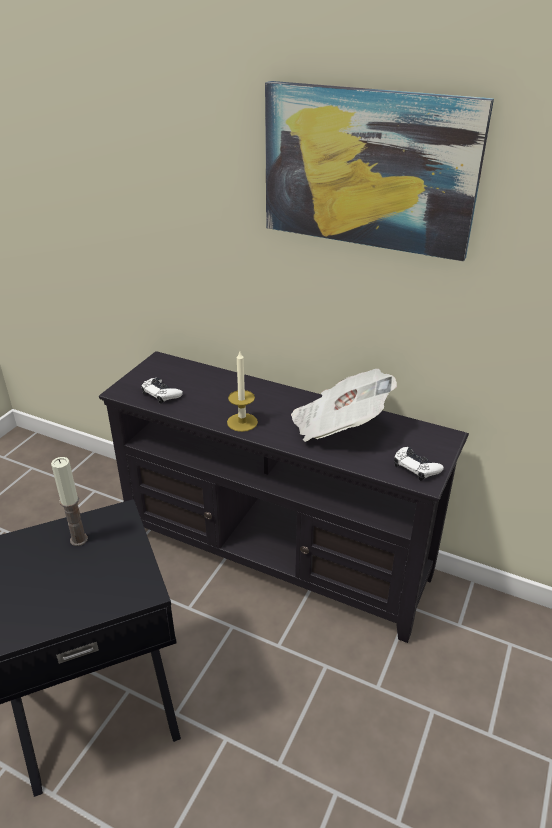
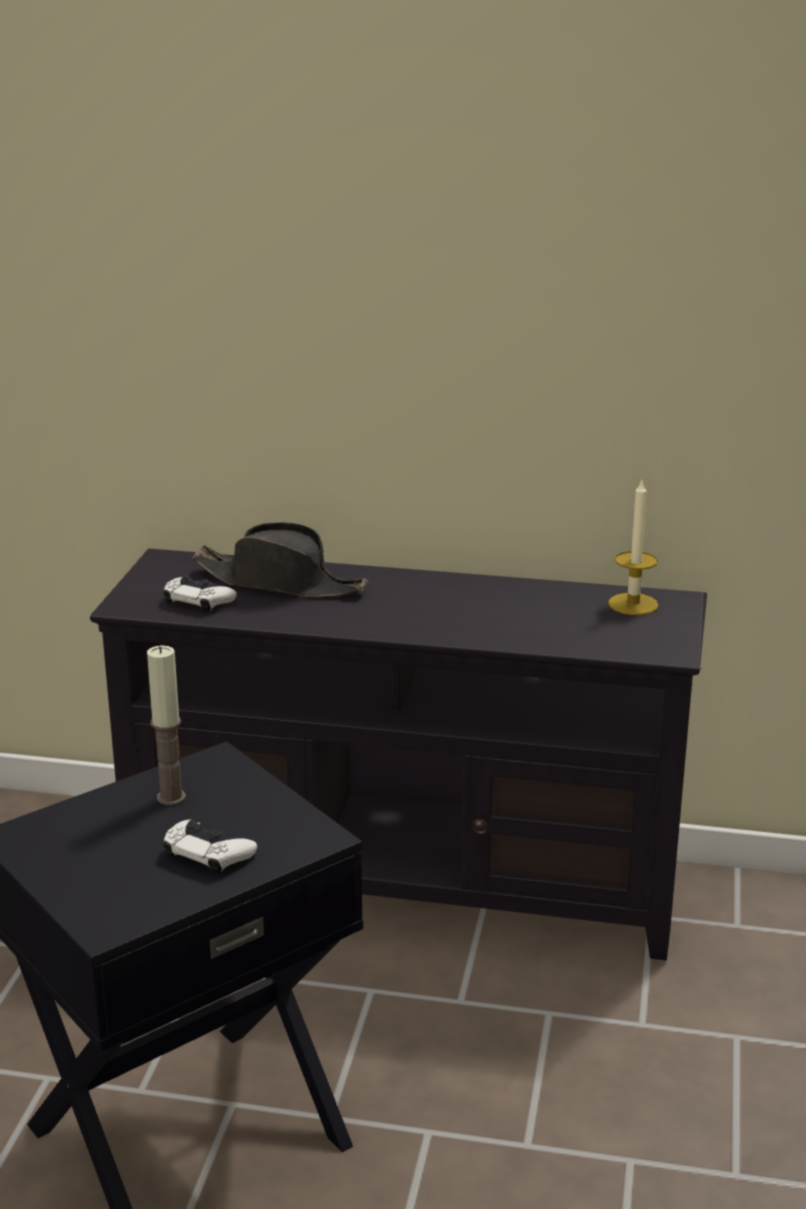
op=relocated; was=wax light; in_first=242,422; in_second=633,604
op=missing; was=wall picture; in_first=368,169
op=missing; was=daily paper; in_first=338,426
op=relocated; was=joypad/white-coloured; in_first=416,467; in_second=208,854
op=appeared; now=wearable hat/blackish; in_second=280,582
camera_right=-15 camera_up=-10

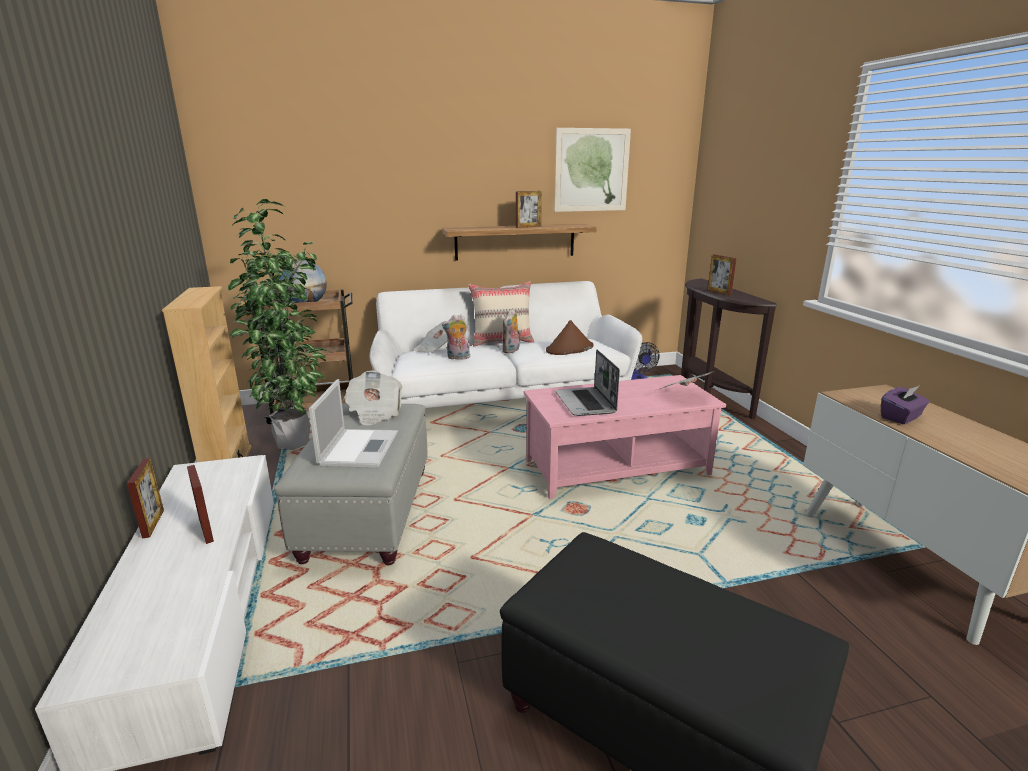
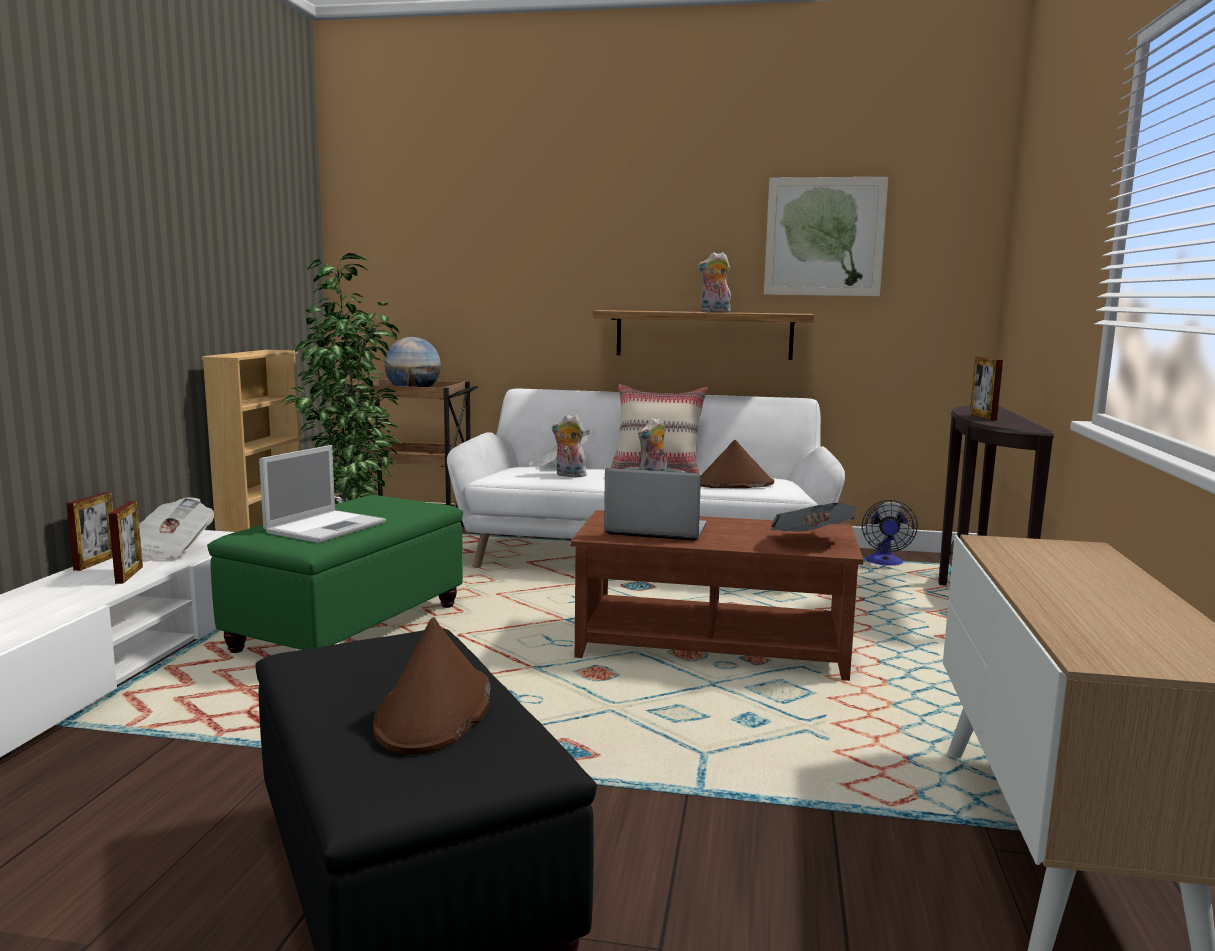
op=colour; was=pouffe/gray; now=pouffe/green-coloured; in_first=368,513; in_second=350,628
op=relocated; was=daily paper; in_first=375,412; in_second=170,551
op=exchanged; was=photo frame; now=soft toy; in_first=528,227; in_second=714,312
op=colour; was=low table/pinkish; now=low table/brown; in_first=616,467; in_second=713,646
op=spun; was=notebook computer; in_first=586,403; in_second=654,530; clockwise=90
op=missing; was=tissue holder/purple-coloured; in_first=901,417
op=appeared; now=wearable hat/brown; in_second=434,712
camera_right=25 camera_up=-10

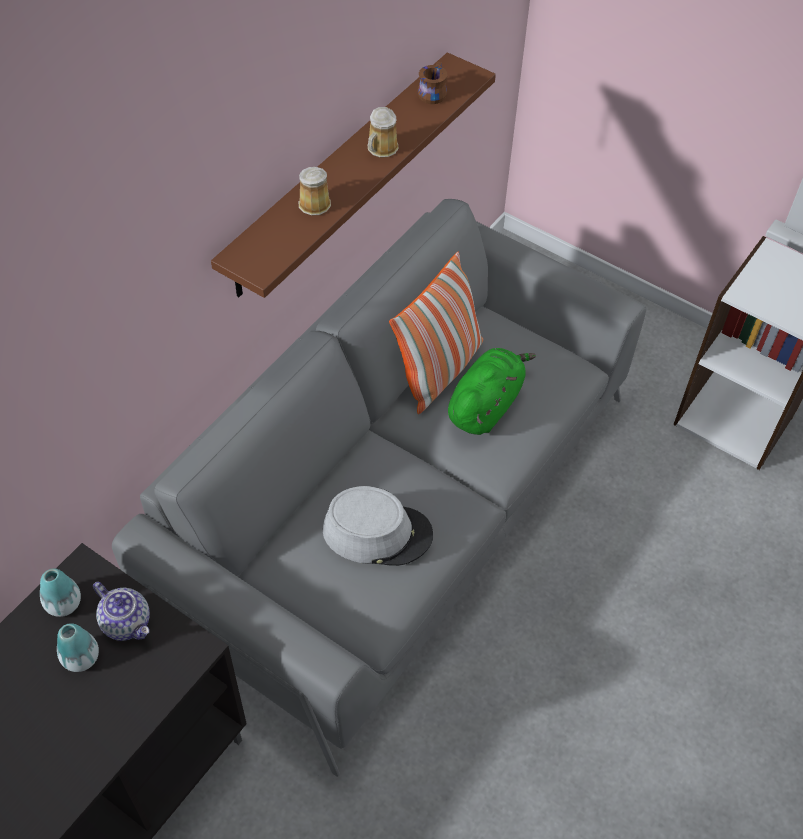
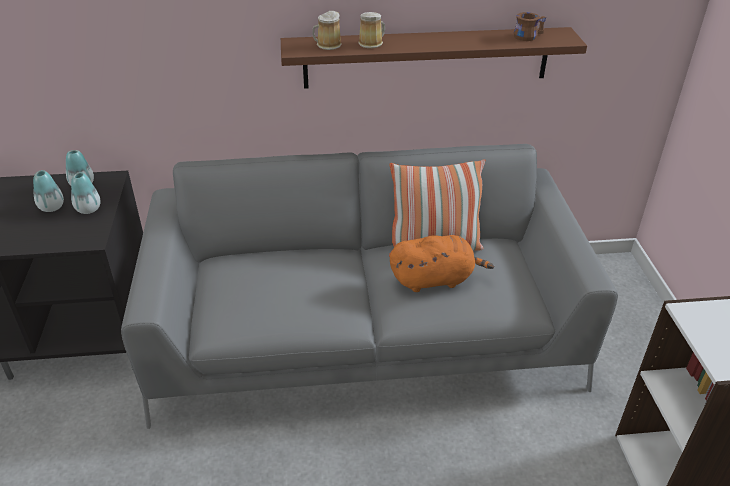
op=exchanged; was=pot for tea; now=decorative vase; in_first=127,622; in_second=88,209
op=missing; was=wearable hat/gray; in_first=377,532
op=relocated; was=tea mug; in_first=381,149; in_second=327,45
op=colour; was=soft toy/green-coloured; now=soft toy/orange-coloured; in_first=486,405; in_second=435,279
camera_right=50 camera_up=-15

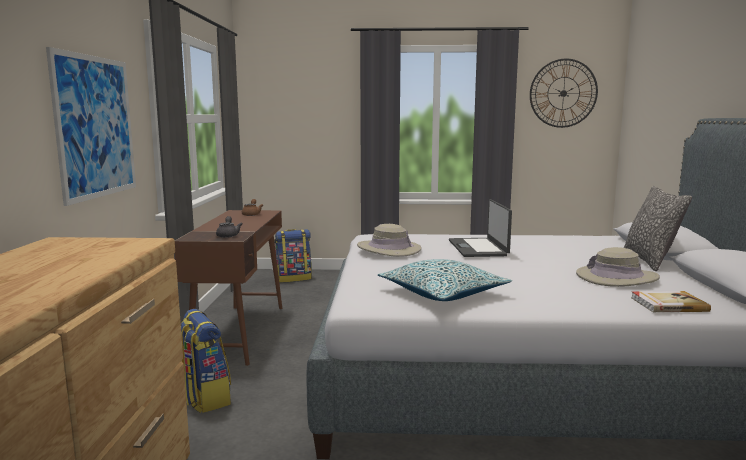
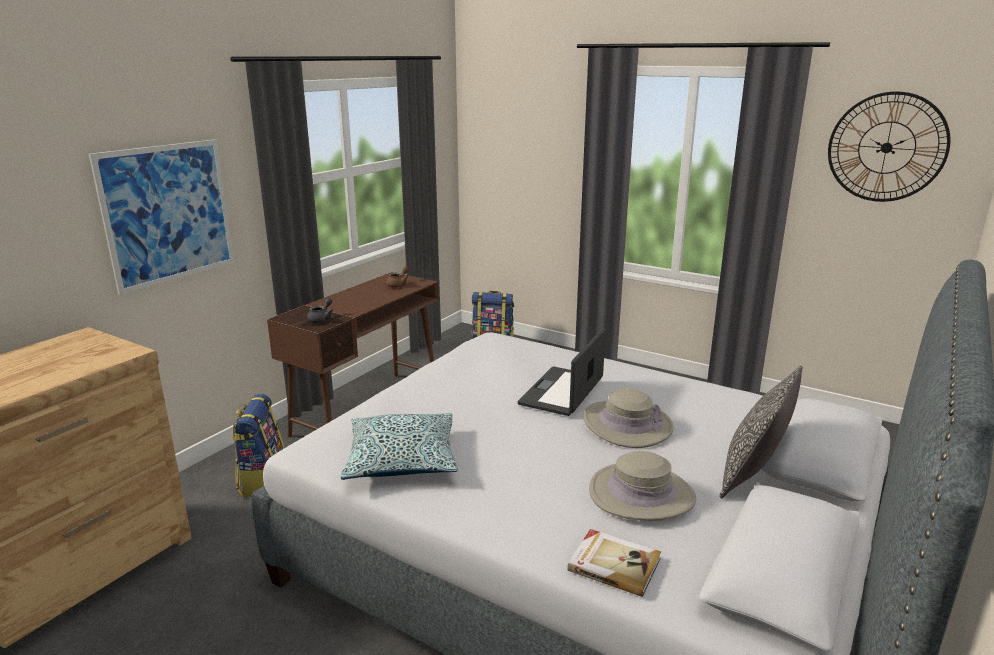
op=relocated; was=wearable hat/beige; in_first=389,249; in_second=627,424
camera_right=30 camera_up=10

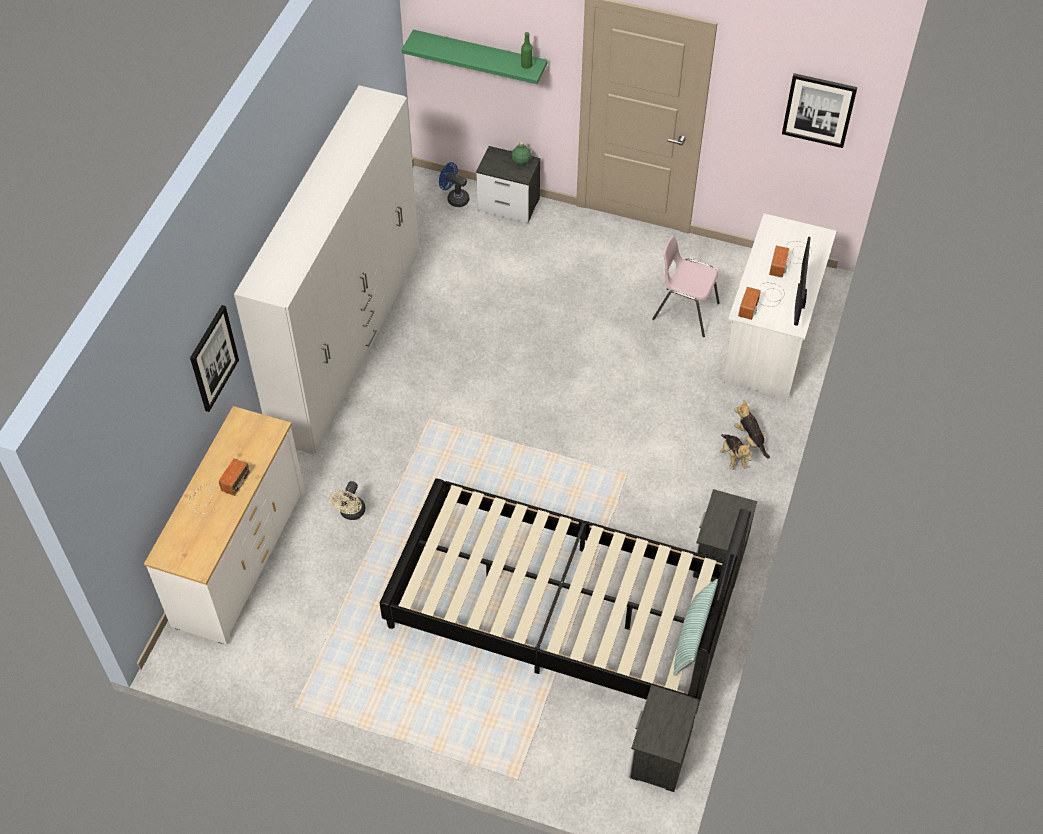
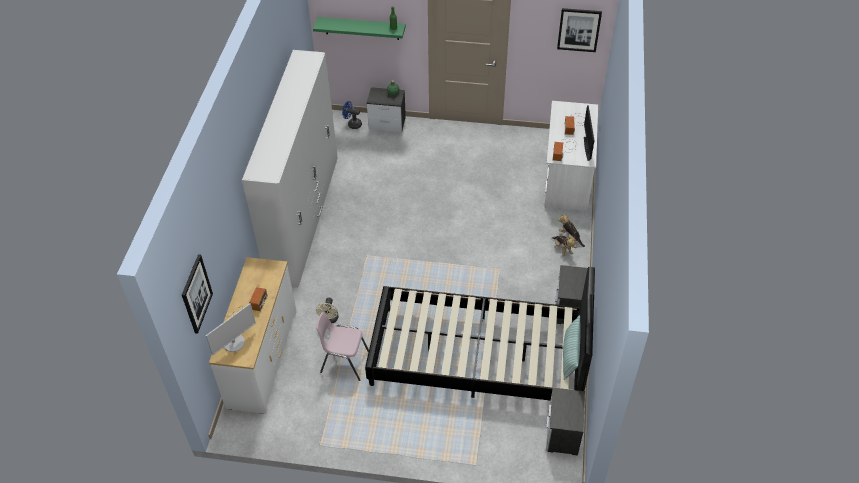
op=relocated; was=wall picture; in_first=213,358; in_second=196,294
op=relocated; was=plain chair/pinkish; in_first=685,311; in_second=344,362
op=appeared; now=computer display; in_second=234,342
camera_right=-10 camera_up=-5

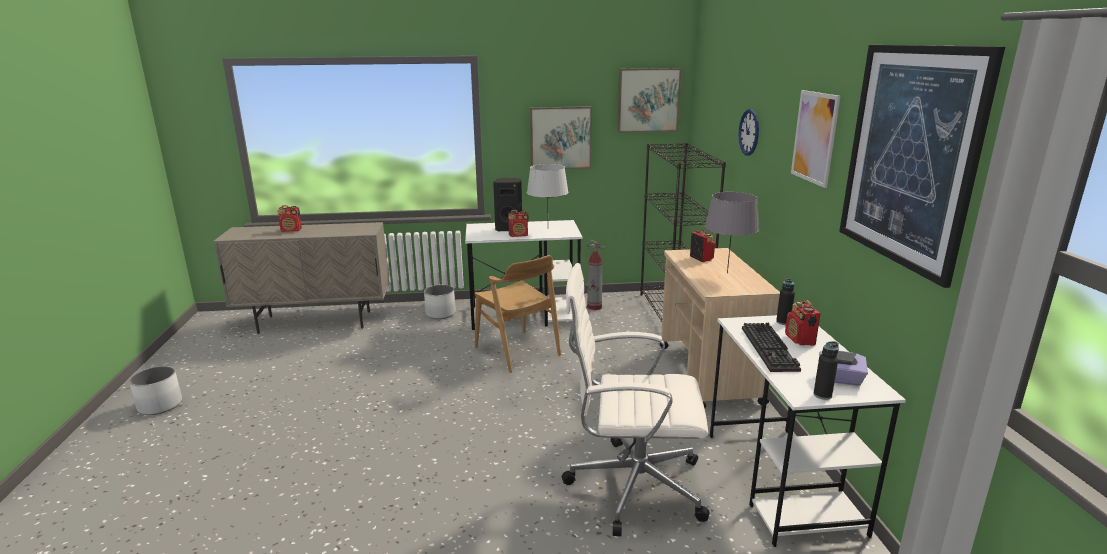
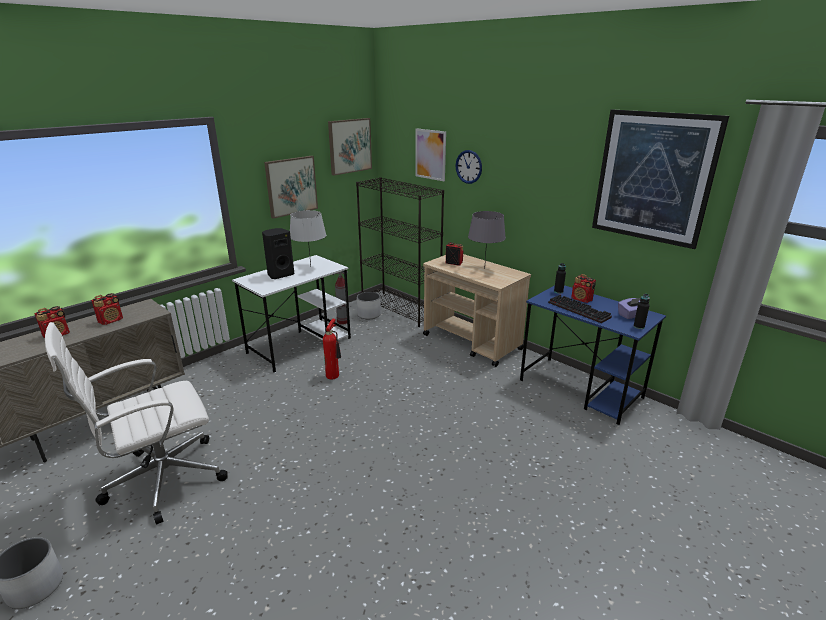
op=relocated; was=planter/white-coloured; in_first=440,314; in_second=369,315
op=exchanged; was=plain chair/brown; now=extinguisher; in_first=517,351; in_second=334,375
op=relocated; was=radio set; in_first=519,235; in_second=111,320
op=relocated; was=office chair/white-coloured; in_first=632,485; in_second=161,479
op=colour; was=desk/white-coloured; now=desk/bluish; in_first=782,482; in_second=581,389
op=relocated; was=wall picture; in_first=814,137; in_second=430,154
camera_right=-40 camera_up=5

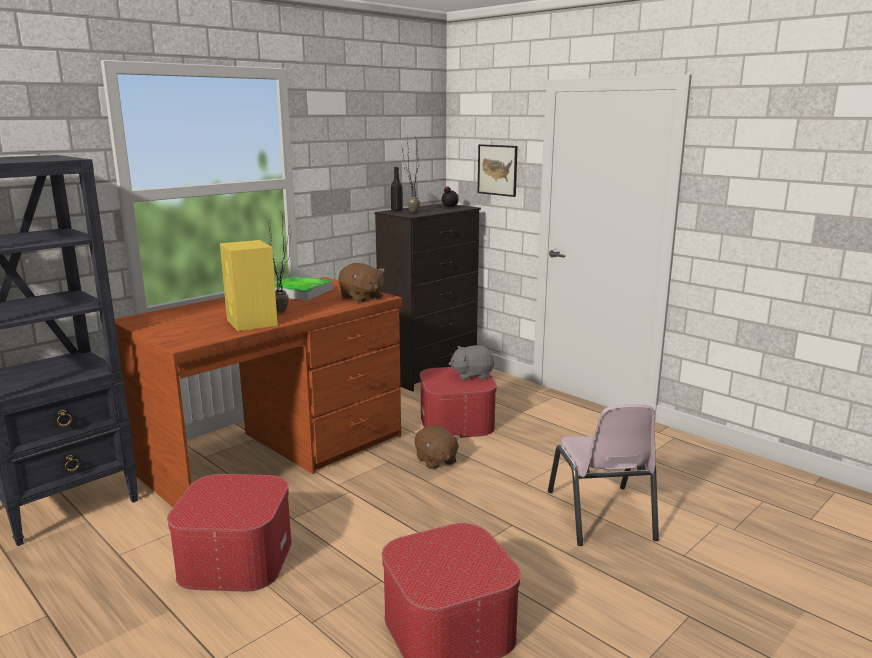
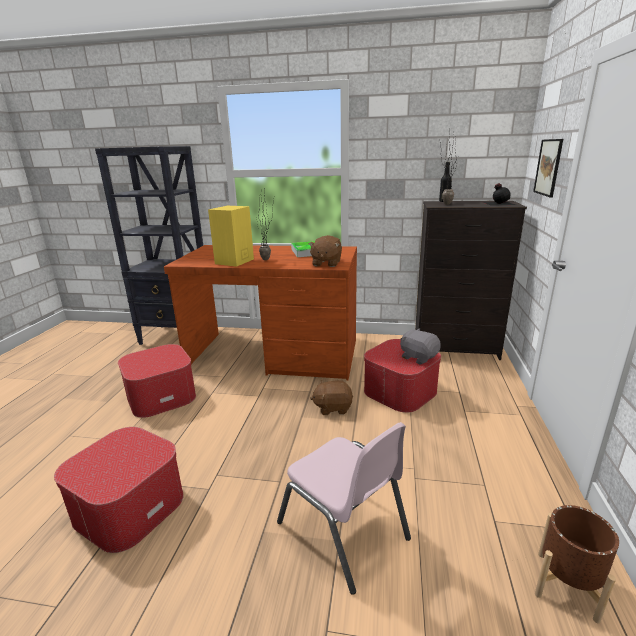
op=spun; was=soft toy/brown; in_first=435,460; in_second=333,407; clockwise=60
op=spun; was=plain chair/pinkish; in_first=600,515; in_second=343,530; clockwise=-90
op=appeared; now=planter/brown; in_second=566,584
camera_right=55 camera_up=5

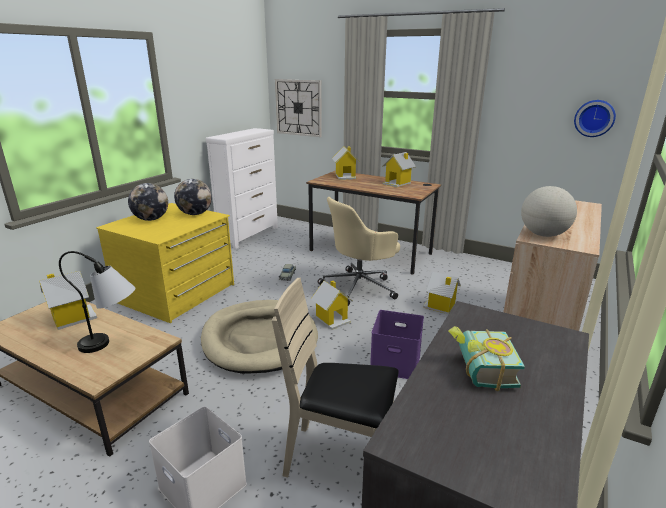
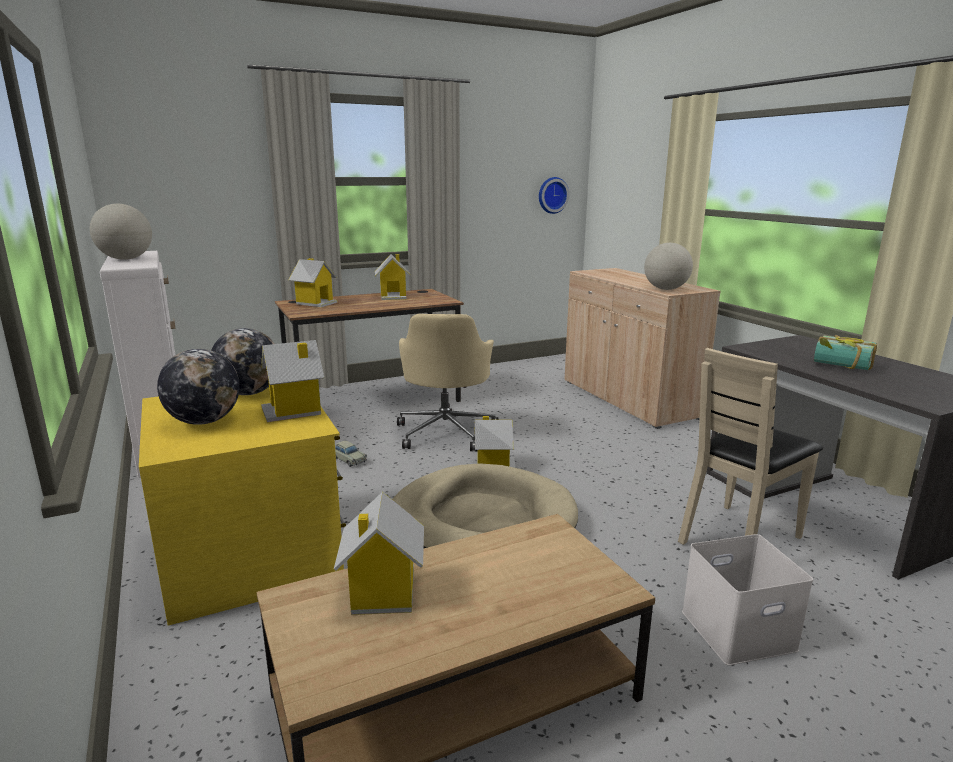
op=missing; was=table lamp; in_first=113,345
op=missing; was=wall clock; in_first=298,107
op=missing; was=storage box/purple-coloured; in_first=396,362
op=relocated; was=miniature house; in_first=440,306; in_second=294,411
op=appeared; now=desk globe; in_second=126,259
camera_right=-55 camera_up=-5

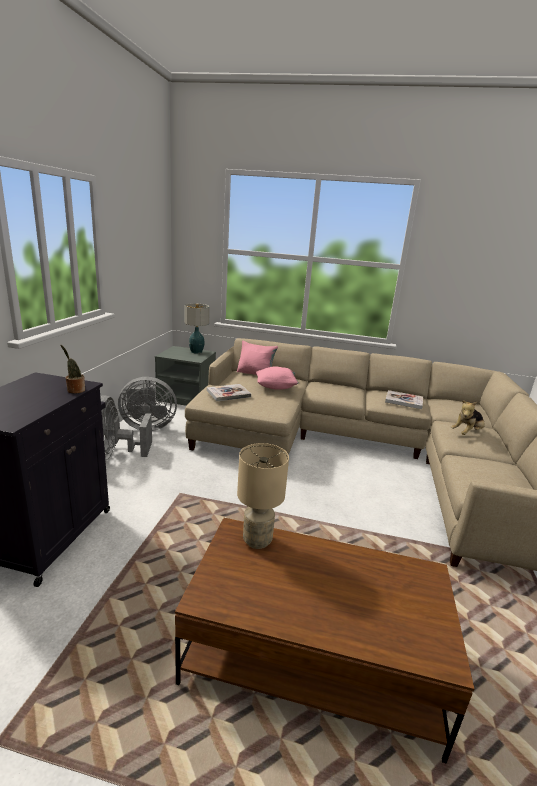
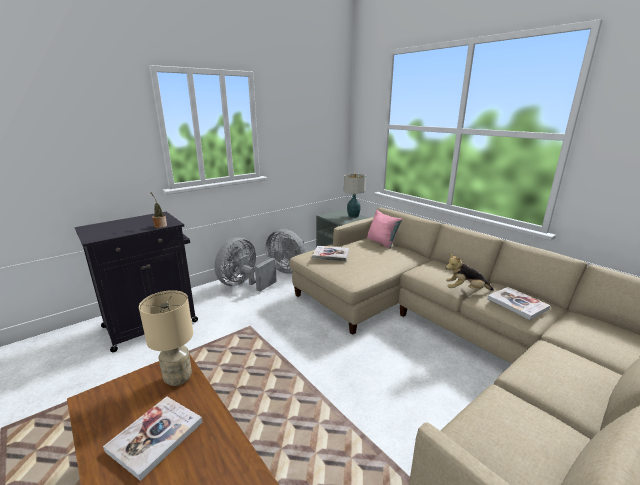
op=missing; was=cushion/pinkish; in_first=276,387
op=relocated; was=soft toy; in_first=467,433; in_second=465,290
op=appeared; now=book; in_second=155,436
camera_right=40 camera_up=0

